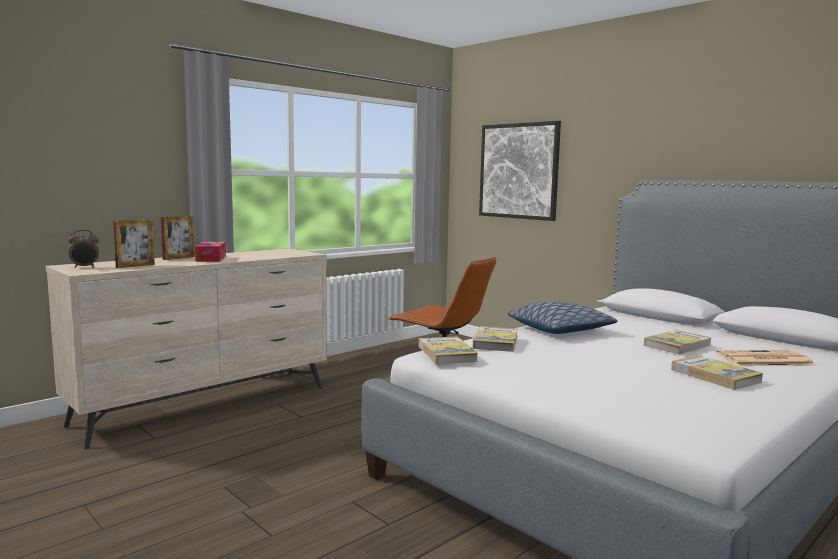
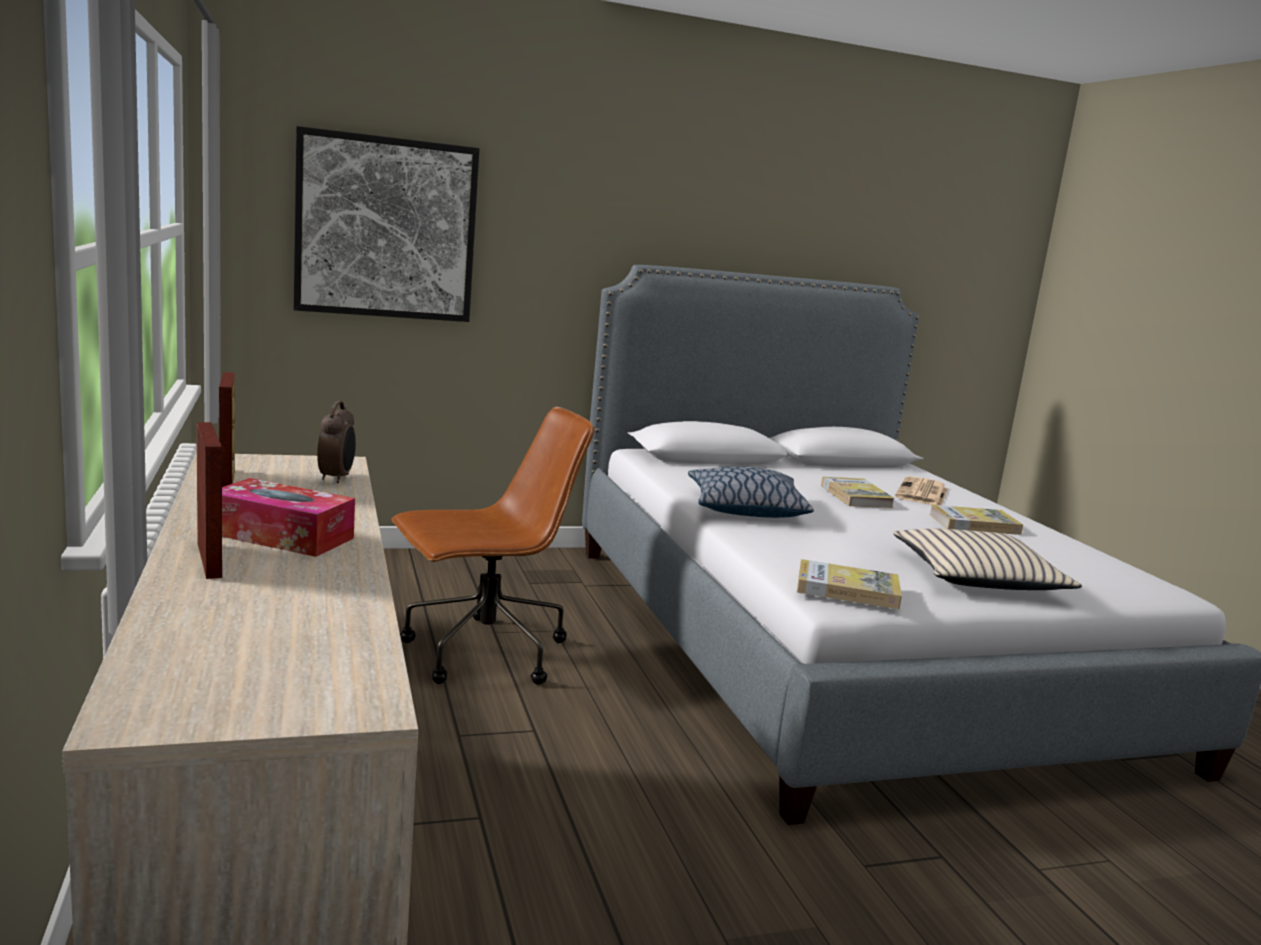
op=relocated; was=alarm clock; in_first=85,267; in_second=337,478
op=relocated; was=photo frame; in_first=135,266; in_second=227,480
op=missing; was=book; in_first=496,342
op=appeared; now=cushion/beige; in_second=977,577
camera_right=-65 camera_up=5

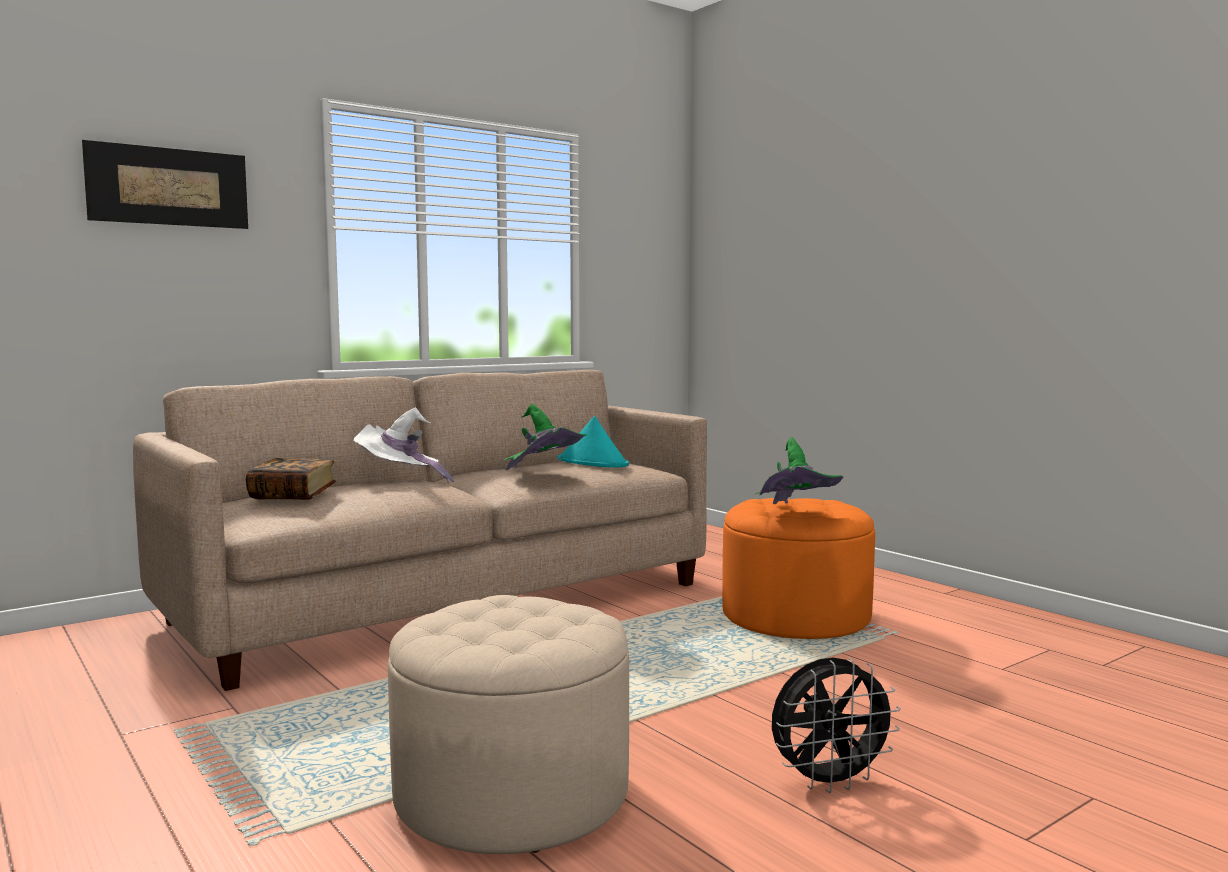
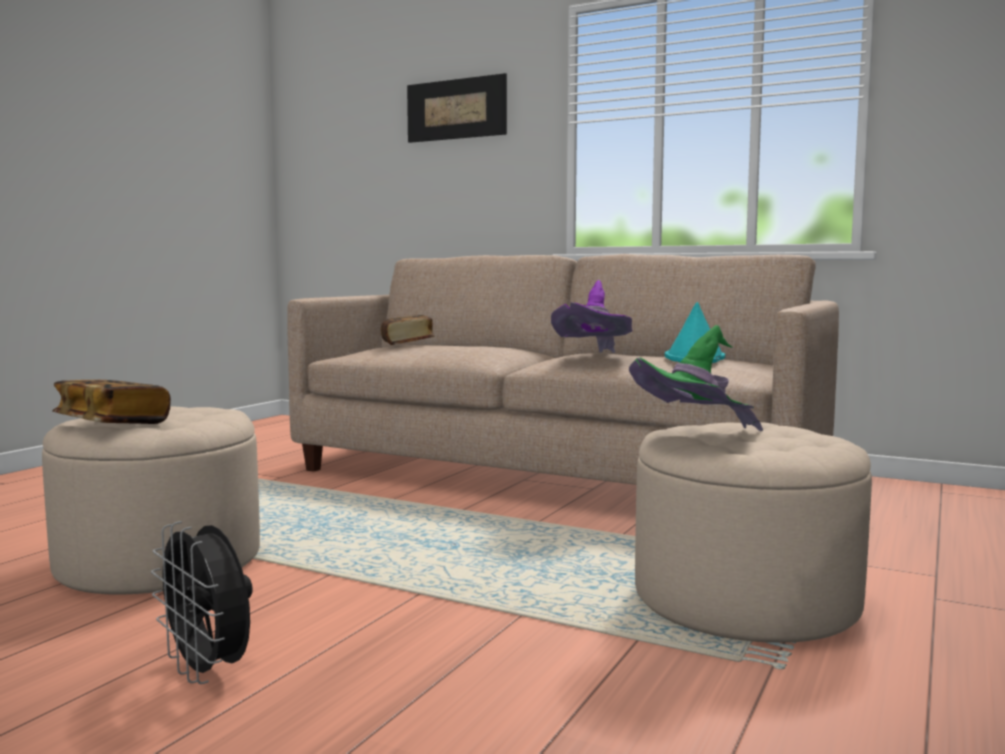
op=missing; was=wearable hat/white-coloured; in_first=400,480
op=colour; was=wearable hat/green-coloured; now=wearable hat/purple-coloured; in_first=543,475; in_second=594,357
op=colour; was=pouffe/orange-coloured; now=pouffe/beige; in_first=795,616; in_second=745,599
op=appeared; now=book; in_second=112,424
camera_right=65 camera_up=0

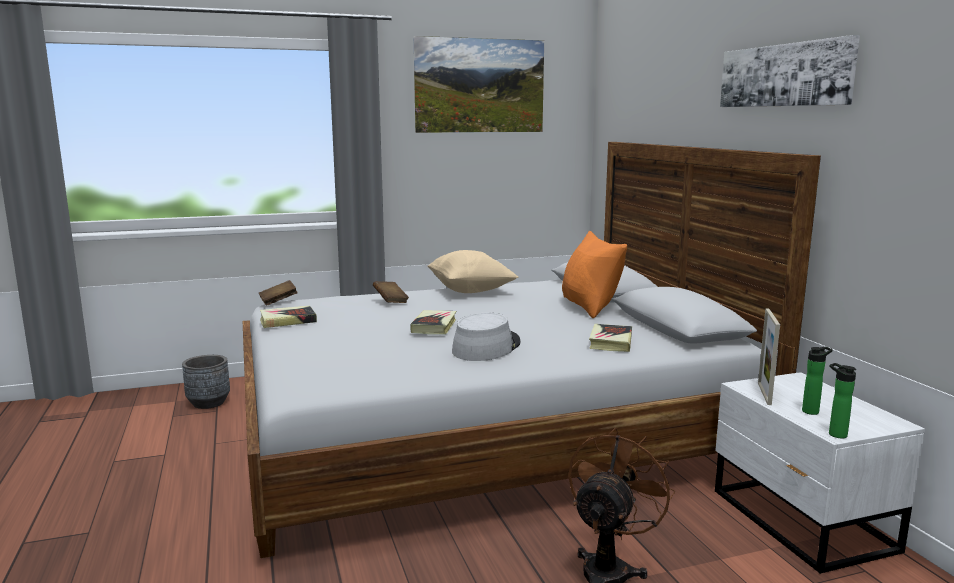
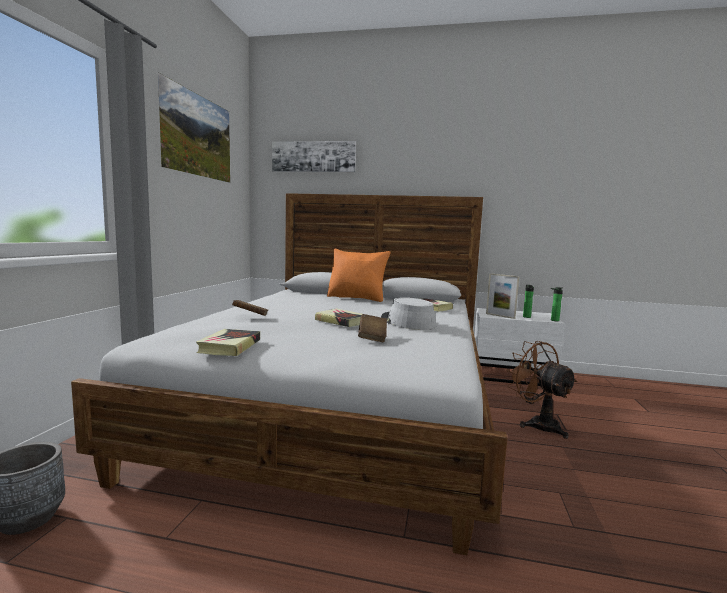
op=relocated; was=book/brown; in_first=278,301; in_second=372,337
op=missing; was=cushion/beige; in_first=470,291
op=relocated; was=wall picture; in_first=784,75; in_second=313,157
camera_right=-60 camera_up=-5

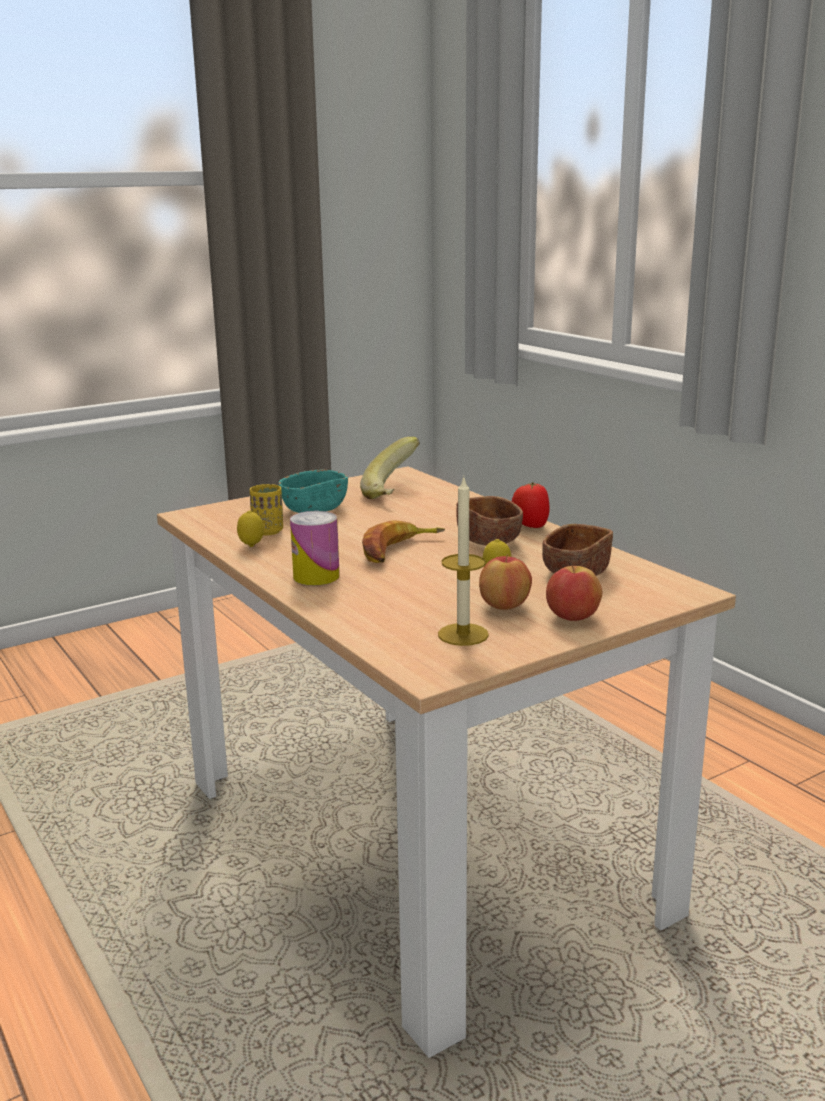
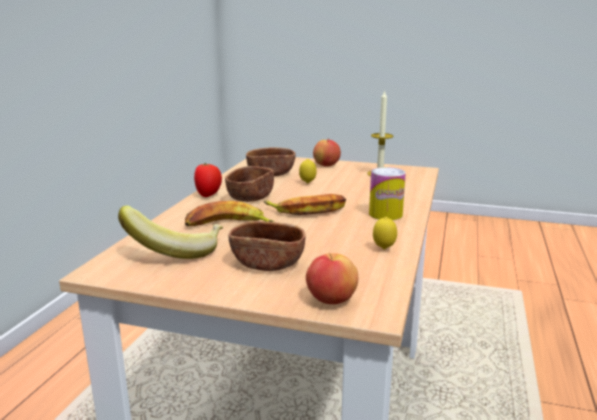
op=missing; was=cup/yellowish; in_first=268,531
op=colour; was=serving bowl/turquoise-coloured; now=serving bowl/brown; in_first=315,509; in_second=267,263
op=relocated; was=apple fruit; in_first=504,606; in_second=331,300
op=appeared; now=banana fruit; in_second=228,225
camera_right=-130 camera_up=0

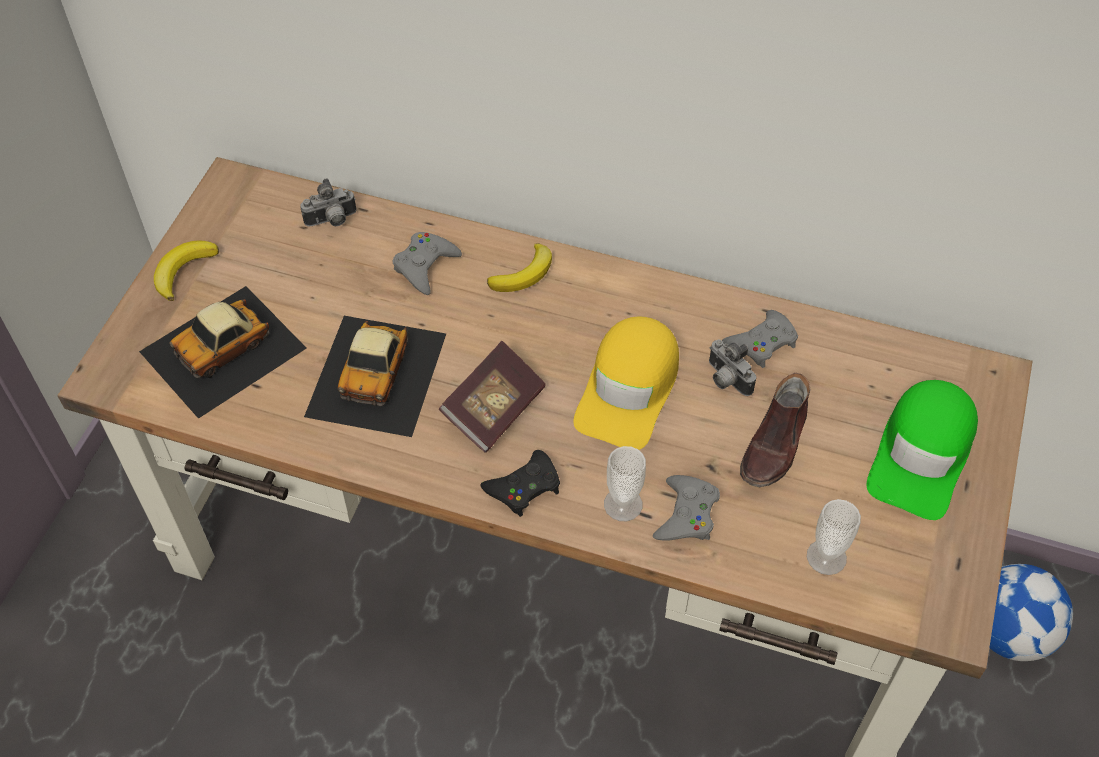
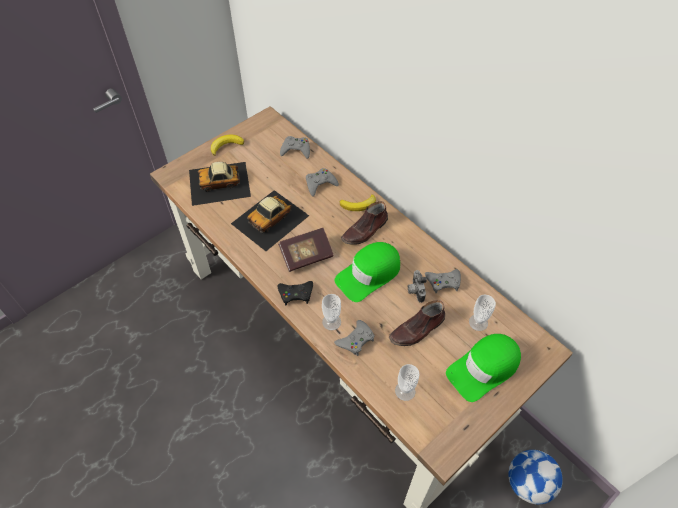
op=exchanged; was=still camera; now=joypad/gray; in_first=332,221; in_second=296,150
op=colour; was=baseball cap/yellowish; now=baseball cap/green-coloured; in_first=629,389; in_second=369,274
op=appeared; now=shoe/brown; in_second=365,230
op=appeared; now=cup; in_second=478,322
camera_right=30 camera_up=0

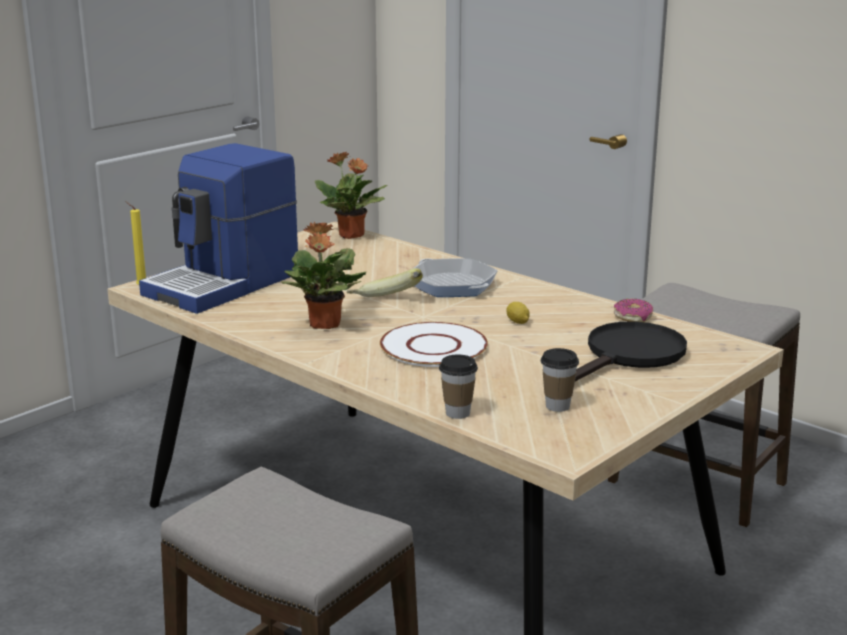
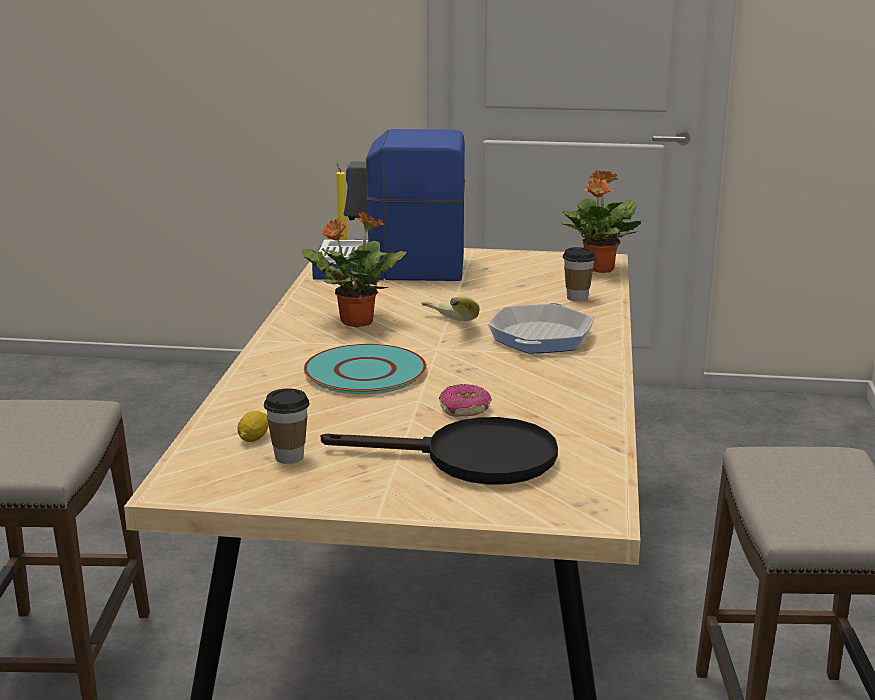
op=colour; was=dinner plate/white-coloured; now=dinner plate/turquoise-coloured; in_first=434,347; in_second=365,372
op=relocated; was=cup; in_first=457,413; in_second=577,298
op=relocated; was=lemon; in_first=517,321; in_second=253,438
op=relocated; was=donut; in_first=633,317; in_second=465,409
camera_right=55 camera_up=0

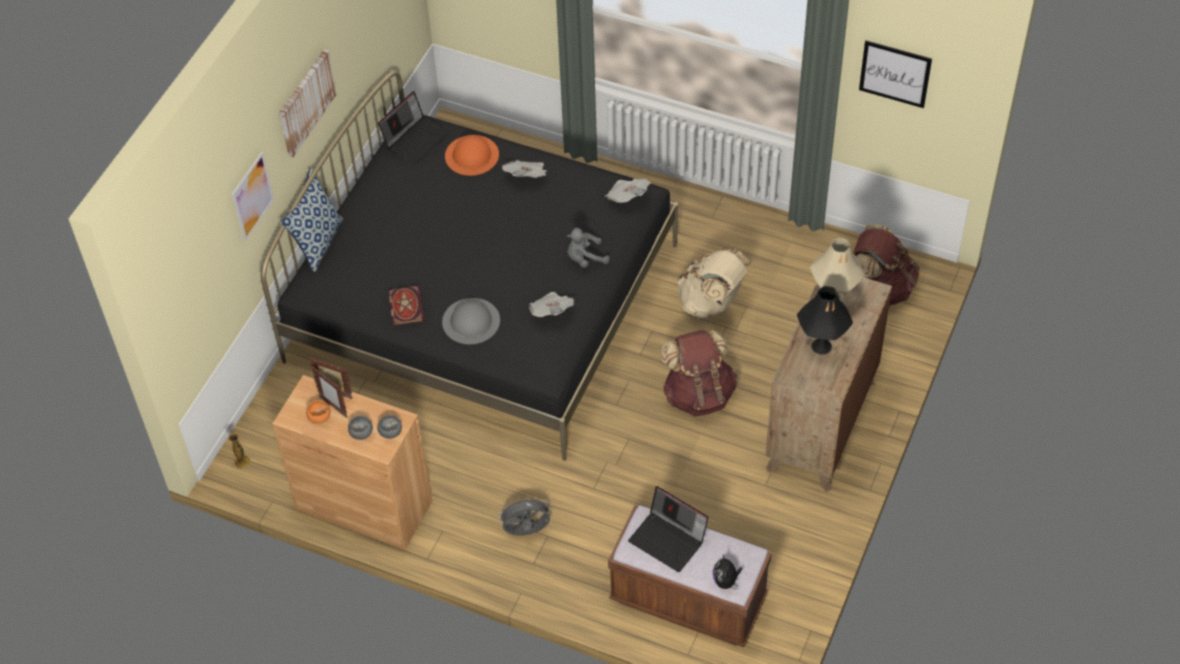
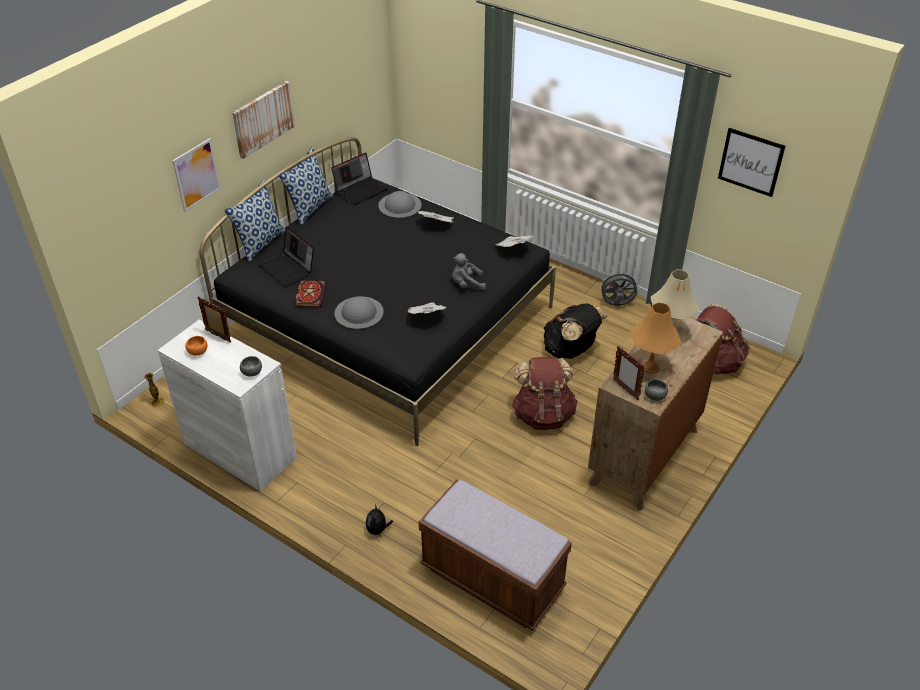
op=colour; was=storage cabinet/brown; now=storage cabinet/white-coloured; in_first=364,505; in_second=240,451
op=relocated; was=photo frame; in_first=333,407; in_second=625,389
op=relocated; was=serving bowl/gray; in_first=361,432; in_second=654,396
op=colour; was=wearable hat/orange-coloured; now=wearable hat/gray; in_first=471,155; in_second=399,205
op=relocated; was=cooling fan/gray; in_first=526,532; in_second=616,305
op=relocated; was=notebook computer; in_first=669,540; in_second=289,269
op=colour; was=knapsack/beige; now=knapsack/blackish; in_first=711,302; in_second=570,350
op=relocated; was=soft toy; in_first=726,581; in_second=378,530
op=colour; was=table lamp/blackish; now=table lamp/orange-coloured; in_first=821,346; in_second=650,367
op=appeared; now=cushion; in_second=309,208
camera_right=10 camera_up=-10

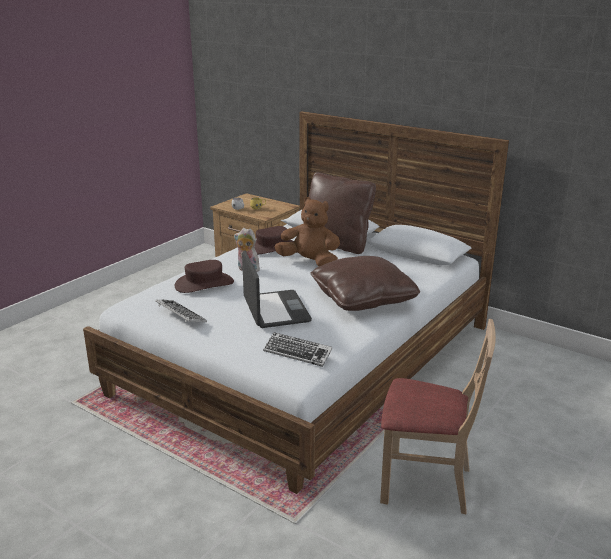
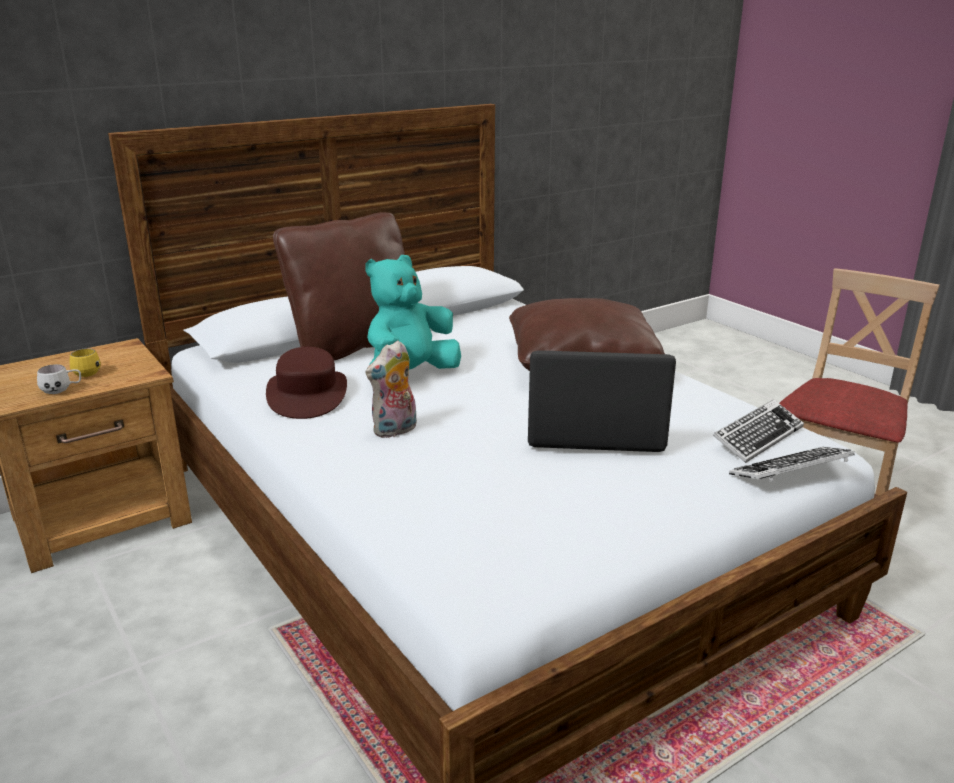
op=relocated; was=keyboard; in_first=180,315; in_second=791,472
op=missing; was=wearable hat/brown; in_first=204,284
op=colour; was=soft toy/brown; now=soft toy/turquoise-coloured; in_first=310,262; in_second=410,376
camera_right=-70 camera_up=0

